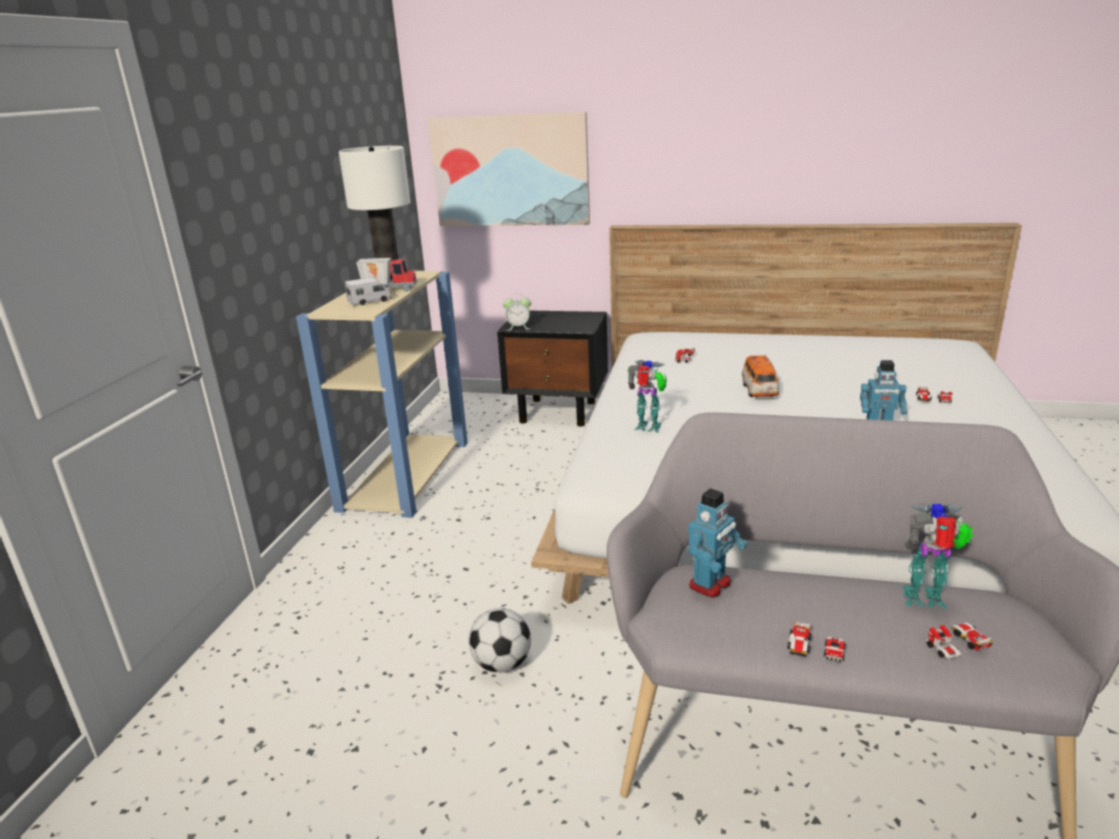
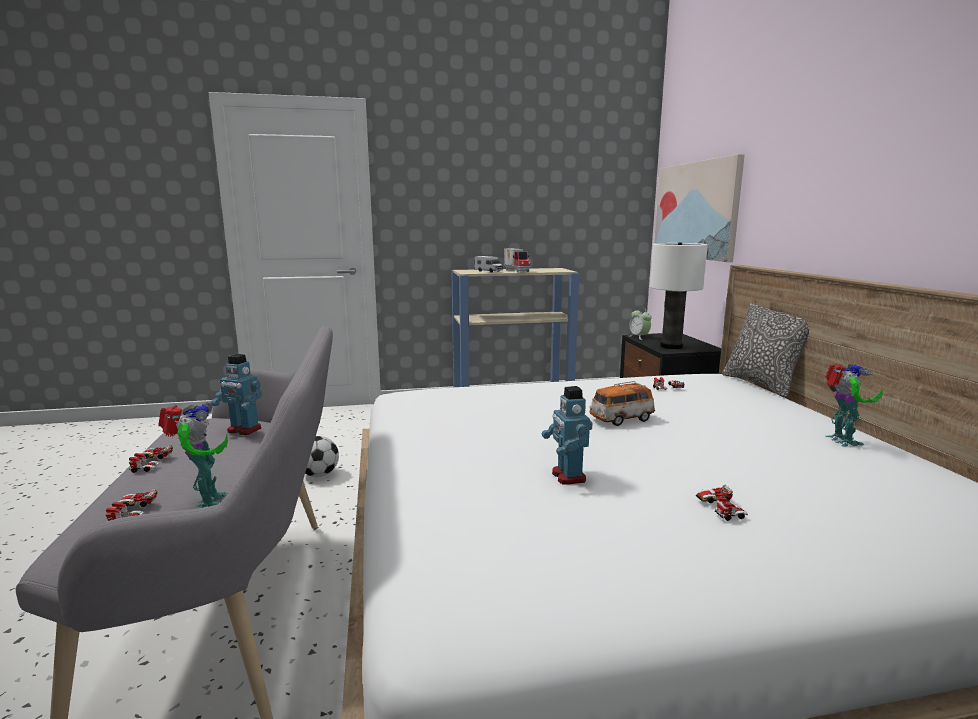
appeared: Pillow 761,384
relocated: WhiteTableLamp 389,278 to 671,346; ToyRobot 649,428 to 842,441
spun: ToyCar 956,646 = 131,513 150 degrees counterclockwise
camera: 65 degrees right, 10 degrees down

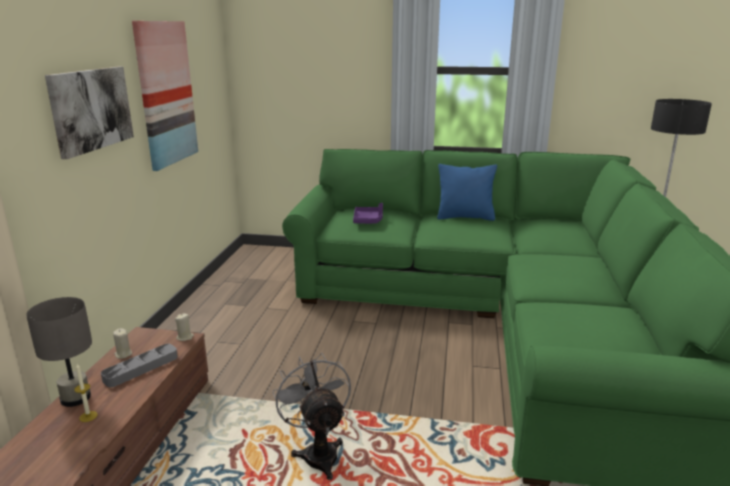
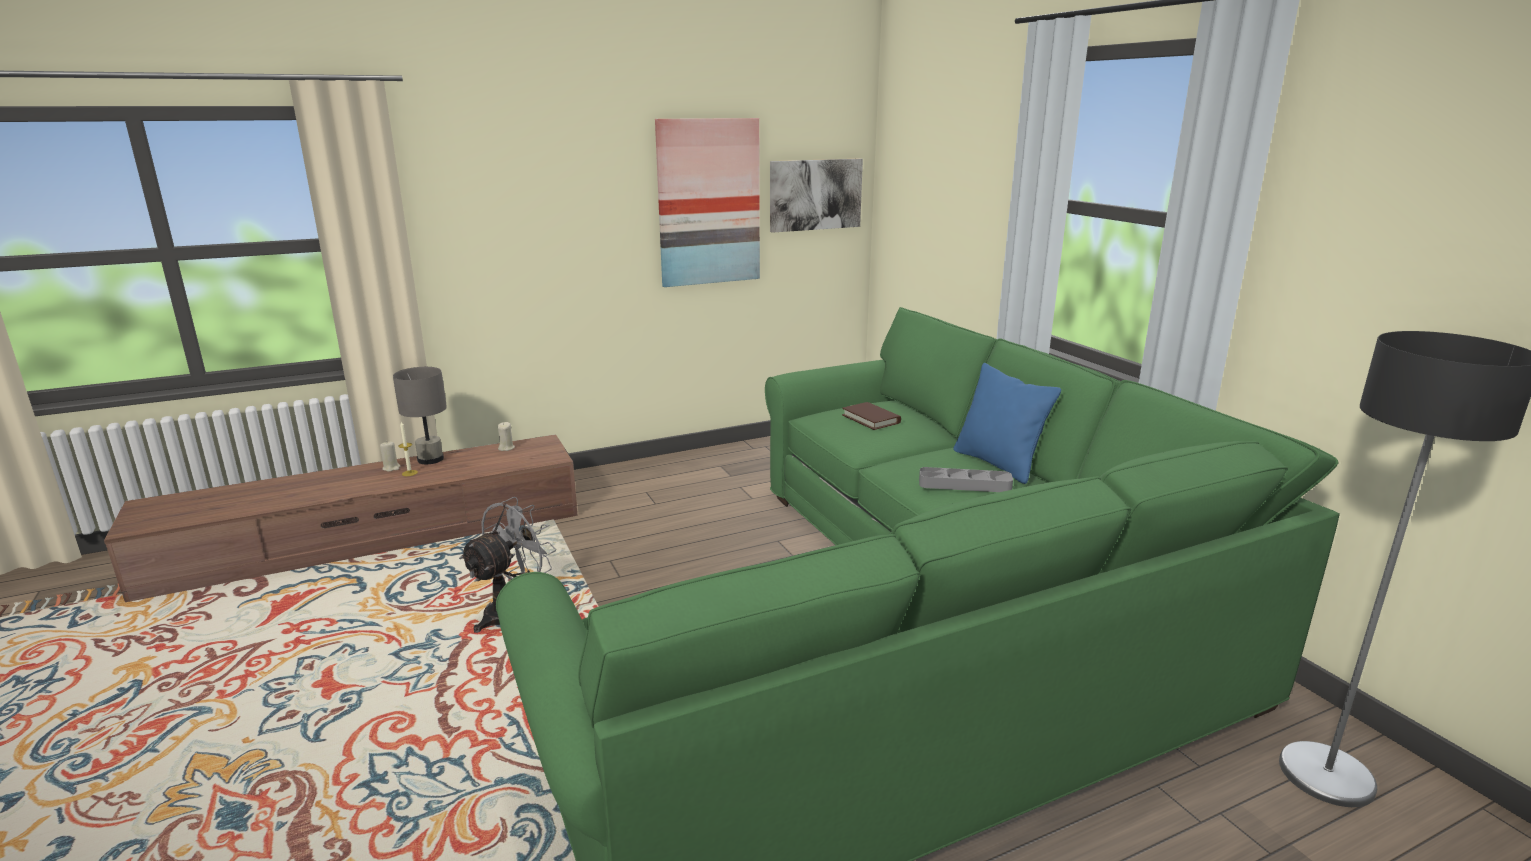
relocated: Picture 91,109 to 815,194; BeigeCandle 185,337 to 391,468; GreyTray 141,368 to 964,485
exchanged: PurpleTray 368,220 to BrownBook 871,419
camera: 55 degrees right, 0 degrees up

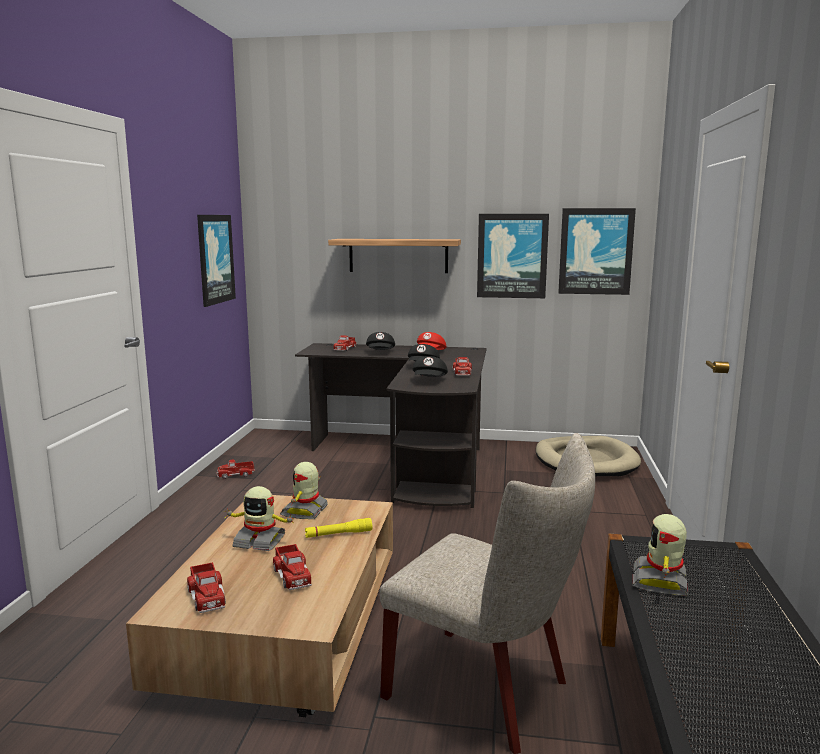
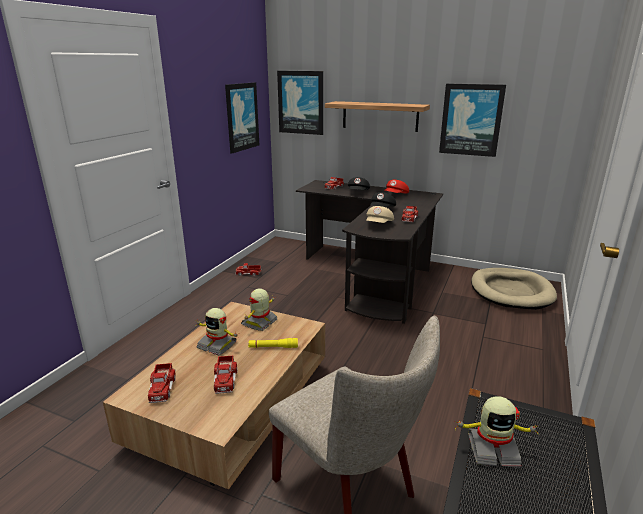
relocated: Picture 595,251 to 301,102
colour: BlackCap 430,380 to BeigeCap 379,224
spun: ToyRobot 661,581 = 492,449 120 degrees counterclockwise
camera: 15 degrees right, 10 degrees up

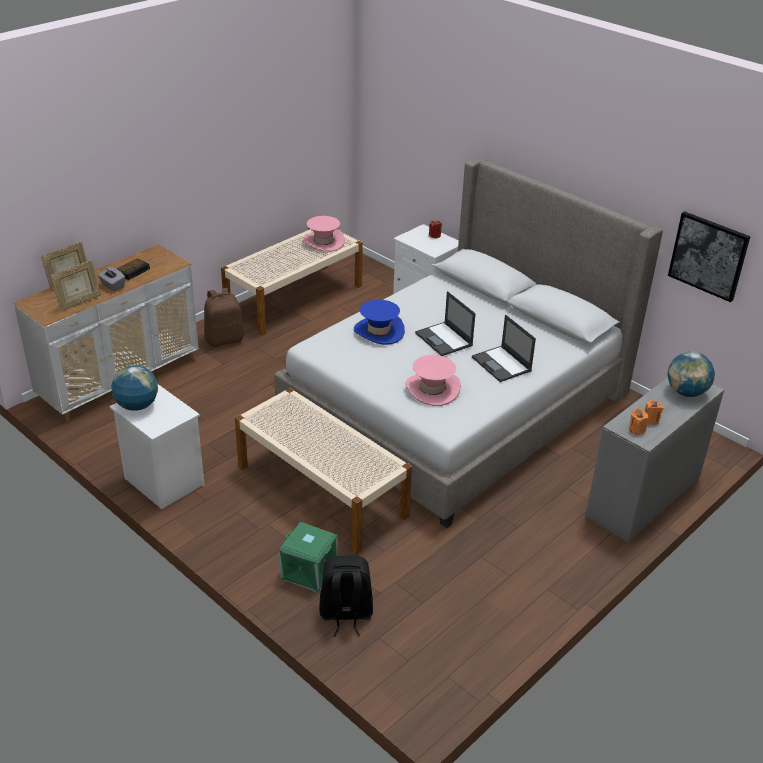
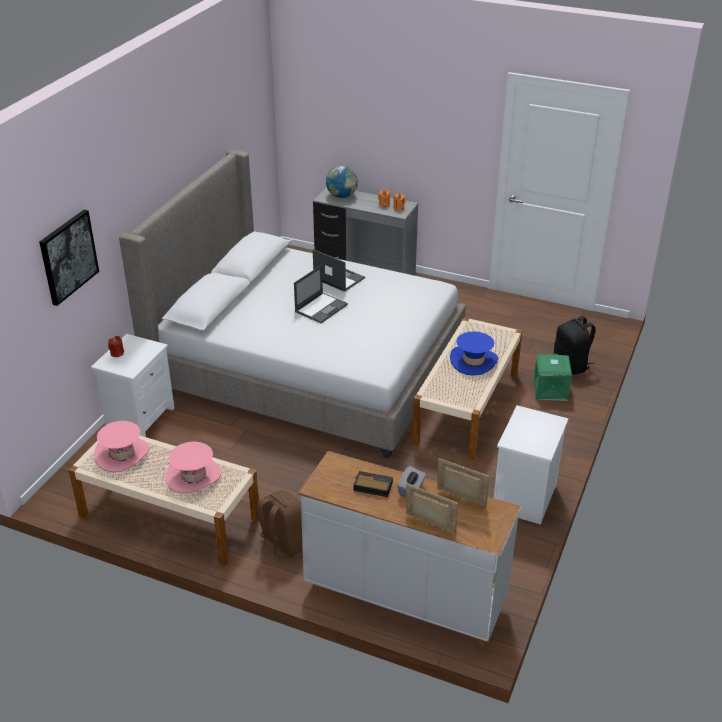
missing: Globe 137,406
relocated: Picture 708,255 to 68,256; BlueHat 379,331 to 473,361; PinkHat 432,389 to 193,476
spun: Laptop 502,364 = 338,278 90 degrees counterclockwise
camera: 110 degrees left, 0 degrees up

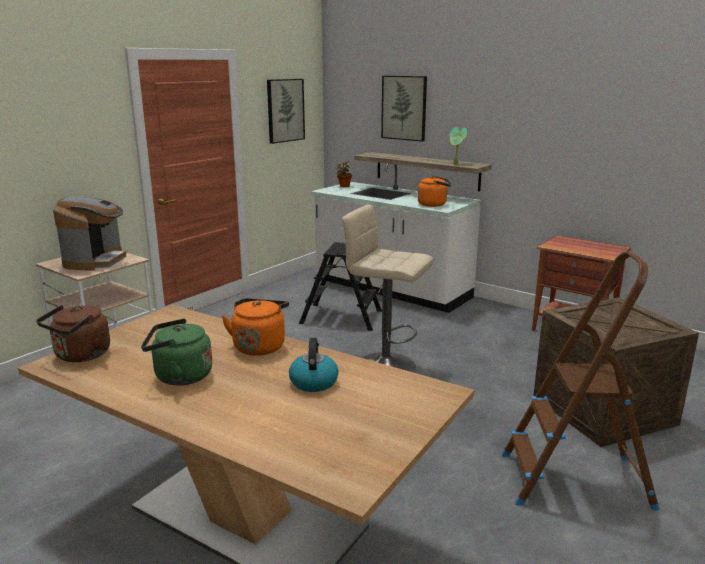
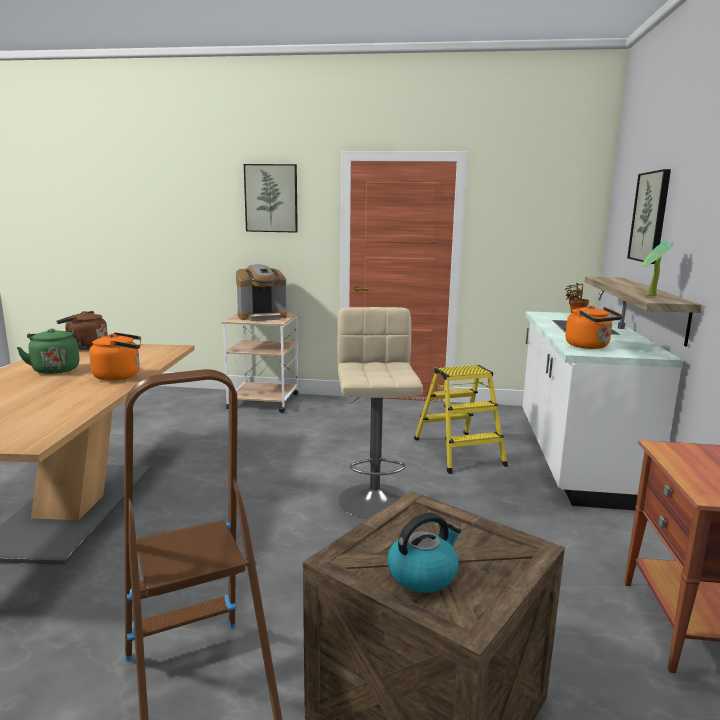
relocated: Picture 285,110 to 271,198; Kettle 313,382 to 423,574
colour: BlackStepLadder 341,317 to YellowStepLadder 458,451
camera: 60 degrees right, 5 degrees down

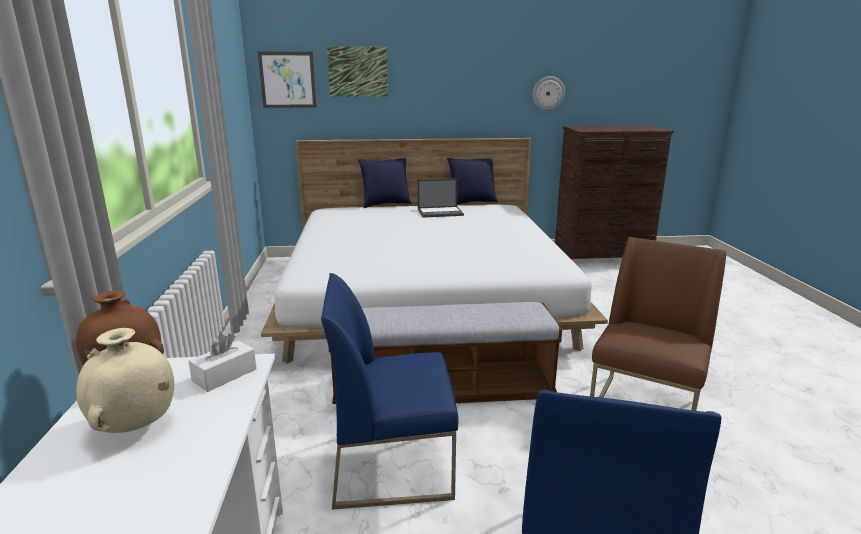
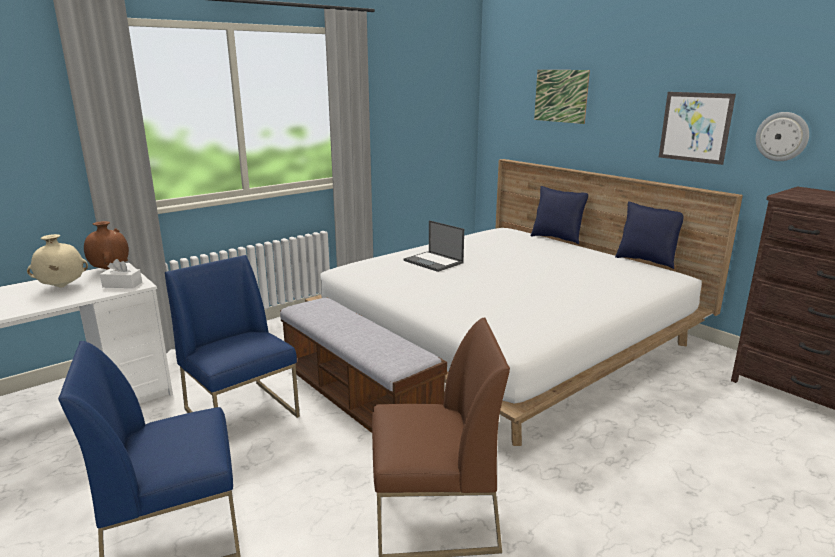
relocated: Picture 287,80 to 695,127; Laptop 440,212 to 434,262
camera: 55 degrees right, 0 degrees up

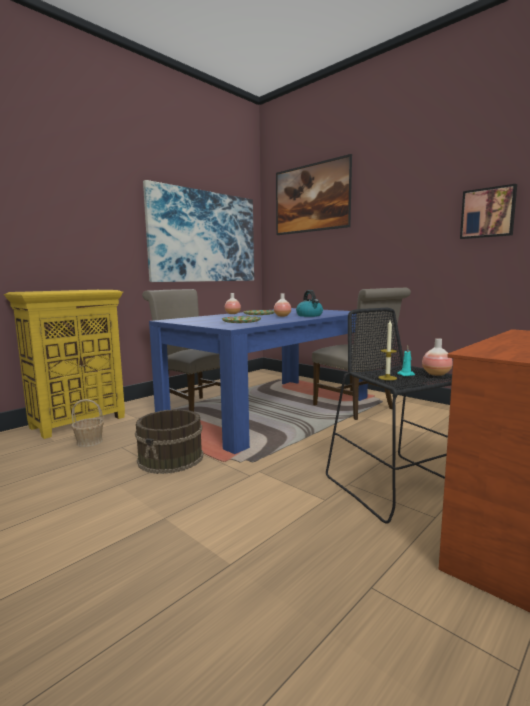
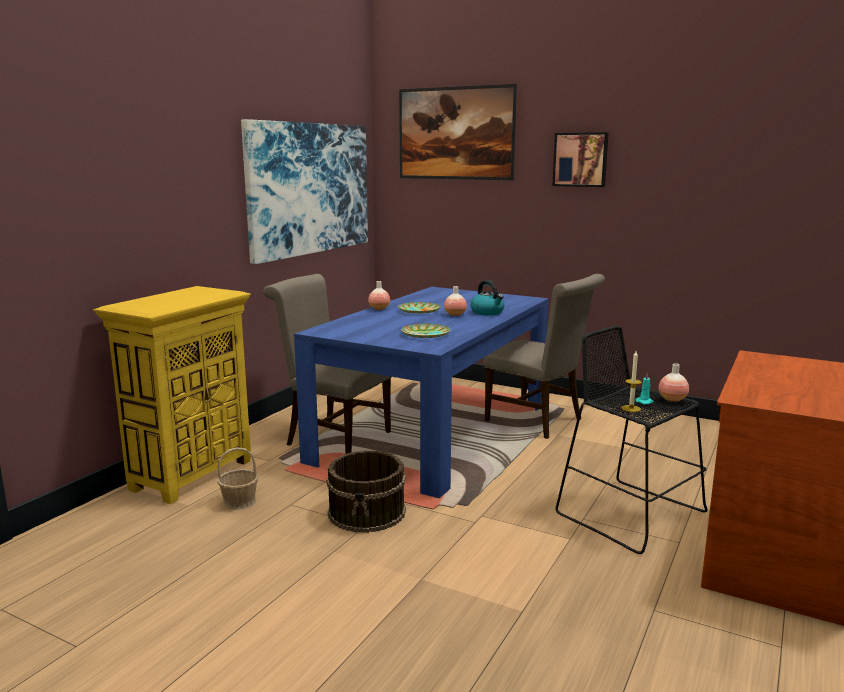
relocated: Picture 488,213 to 580,159
camera: 15 degrees left, 5 degrees up

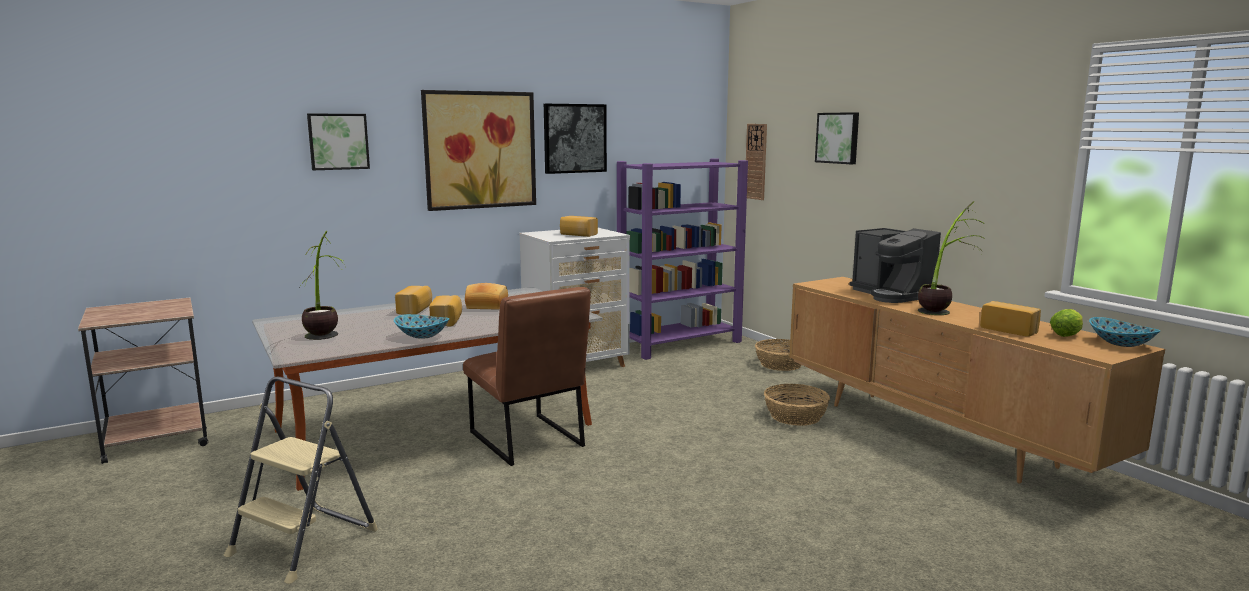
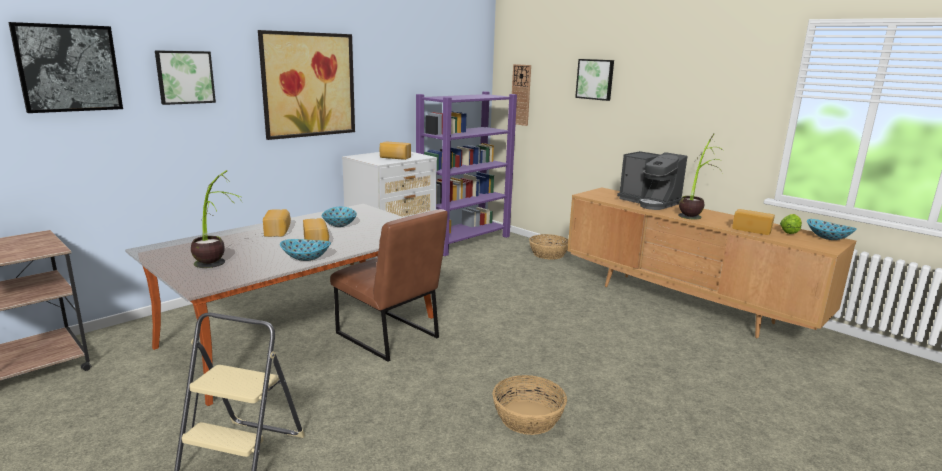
relocated: Picture 574,138 to 68,68; Basket 795,416 to 528,418
exchanged: Bread 487,306 to Bowl 340,225
camera: 15 degrees left, 5 degrees up

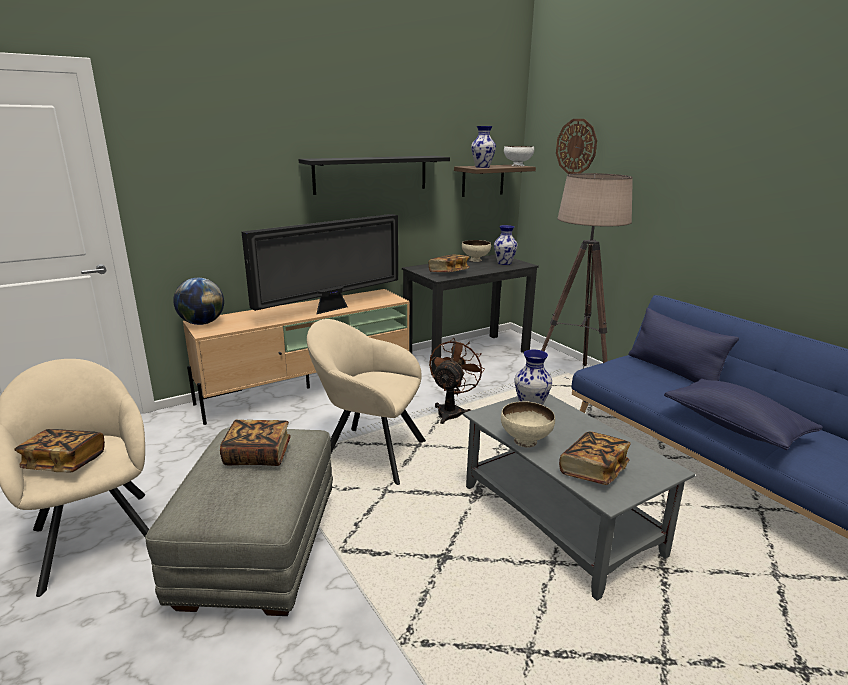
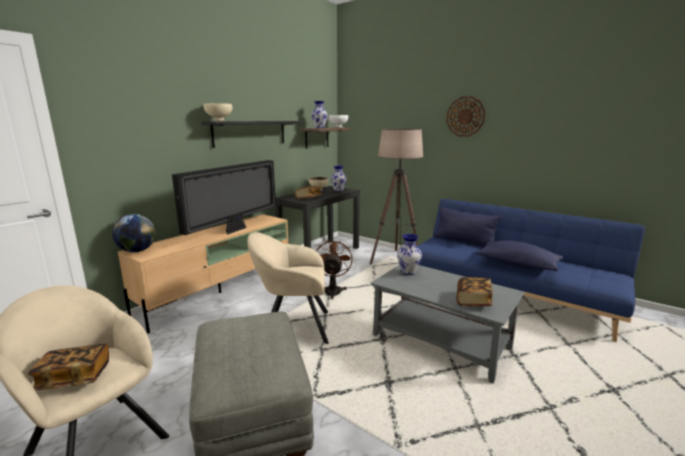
missing: Book 258,455
relocated: WallClock 576,147 to 465,116; BeigeBowl 525,441 to 219,121
camera: 20 degrees left, 5 degrees down

